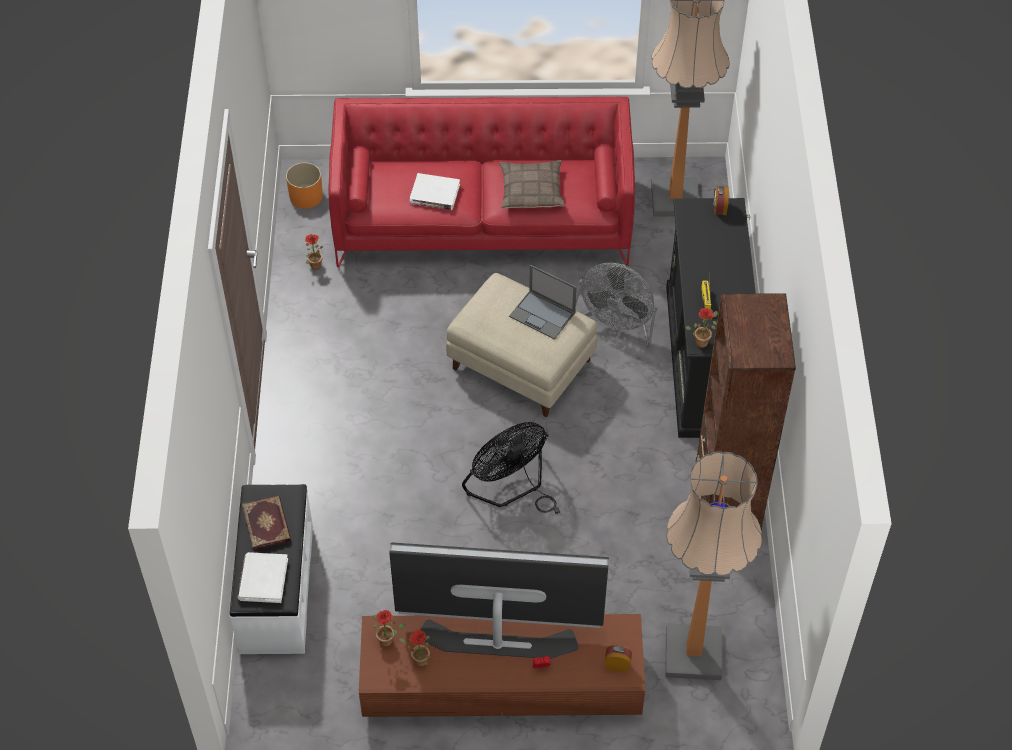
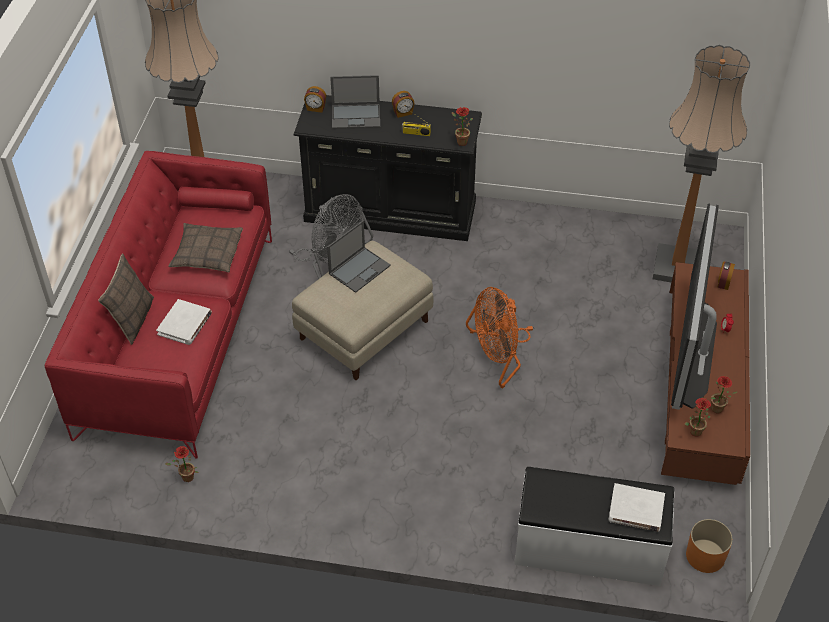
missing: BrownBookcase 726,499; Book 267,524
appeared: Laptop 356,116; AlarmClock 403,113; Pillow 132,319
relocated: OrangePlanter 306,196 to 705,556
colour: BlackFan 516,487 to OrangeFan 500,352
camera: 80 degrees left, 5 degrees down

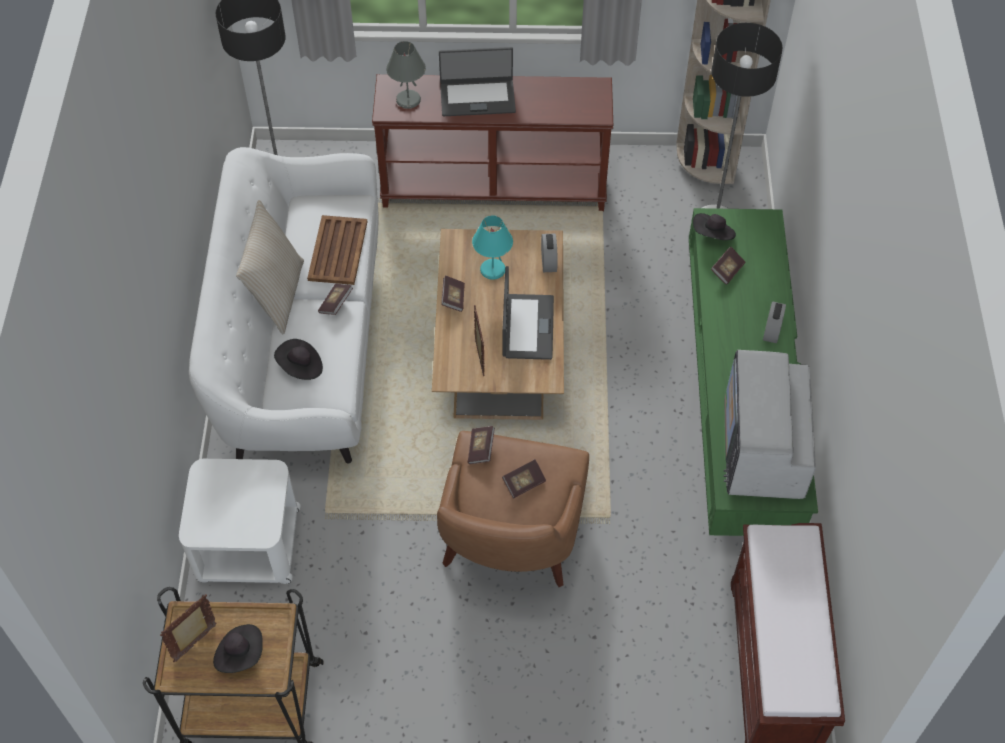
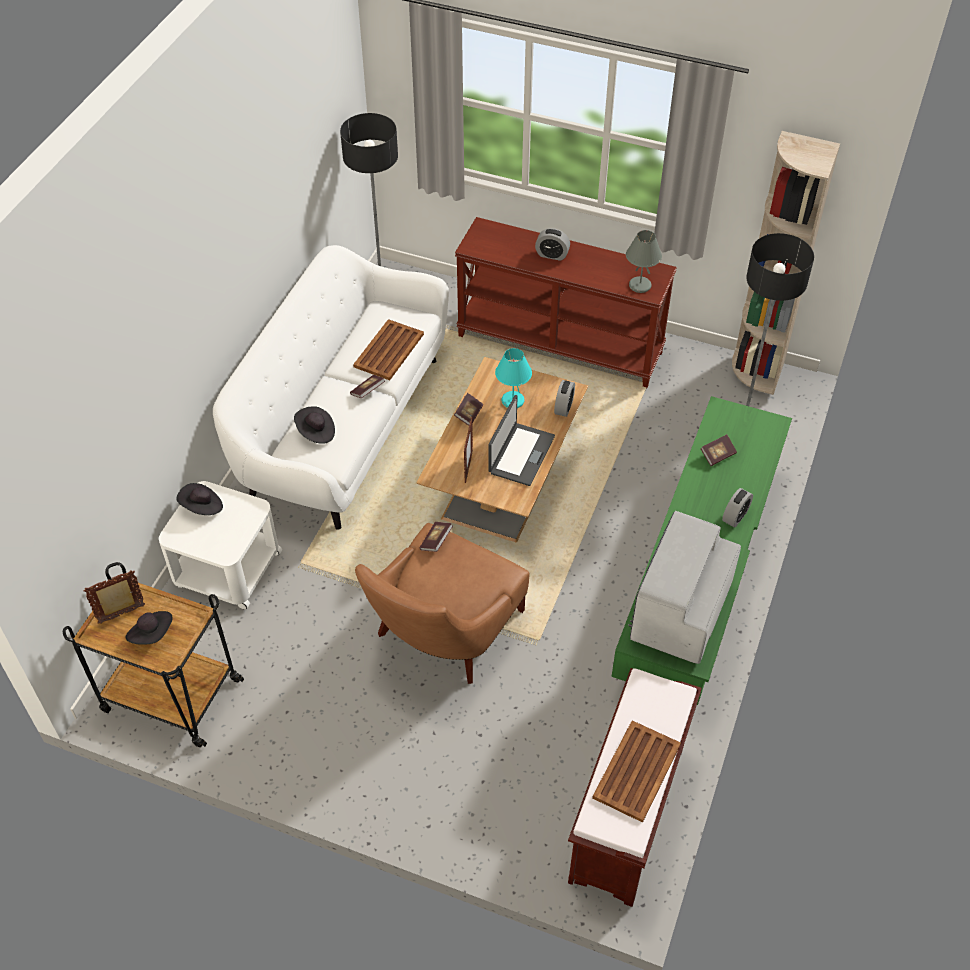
missing: BeigePillow 277,295; Book 524,483
appeared: BrownTray 637,770
relocated: GreyTableLamp 408,100 to 639,286; BlackHat 713,235 to 202,507
exchanged: Laptop 477,97 to AlarmClock 552,255
camera: 20 degrees right, 5 degrees down

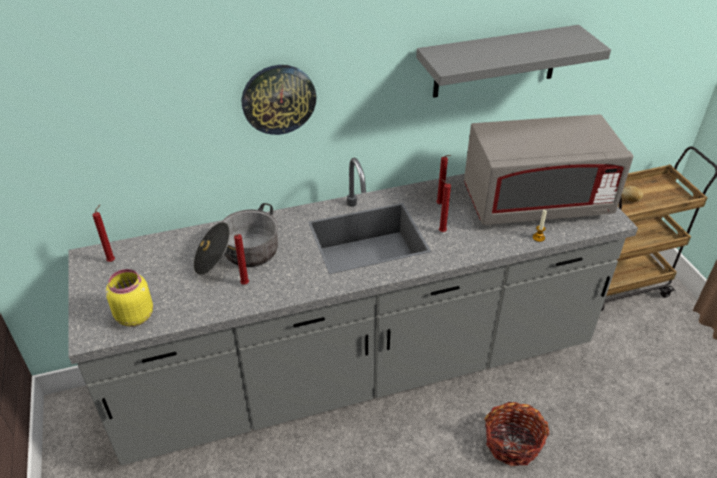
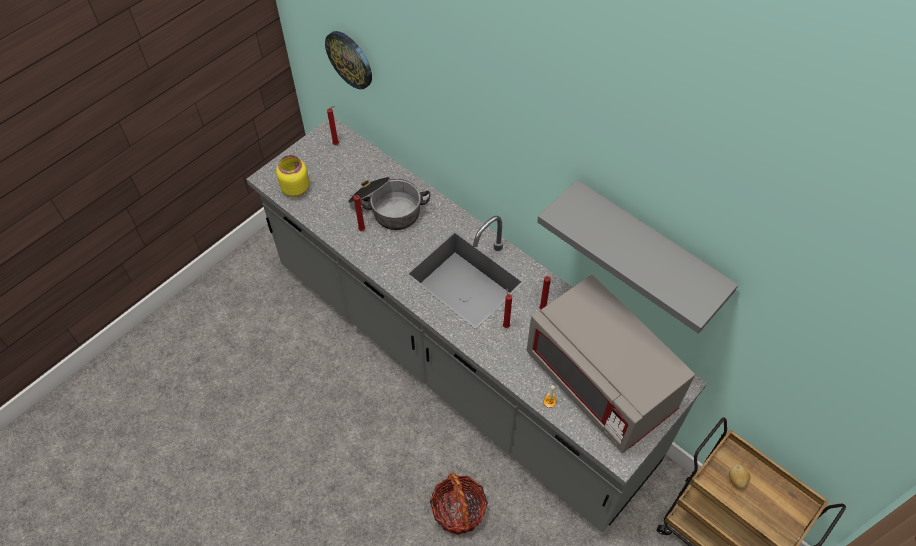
relocated: WallClock 278,99 to 350,59
camera: 60 degrees right, 15 degrees up

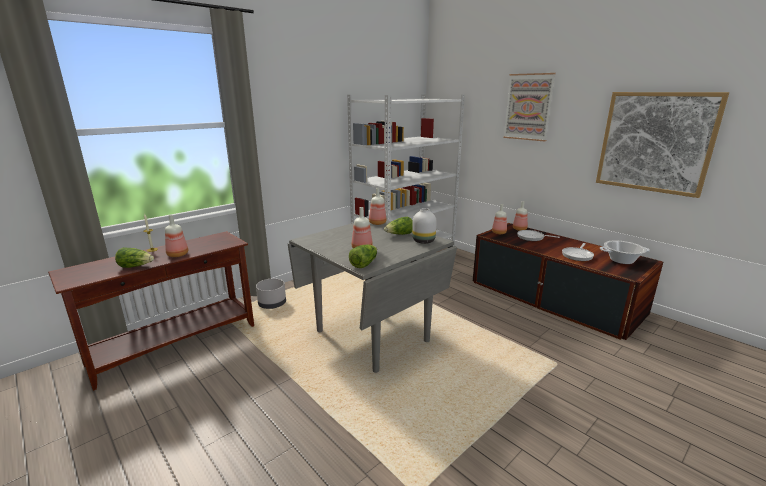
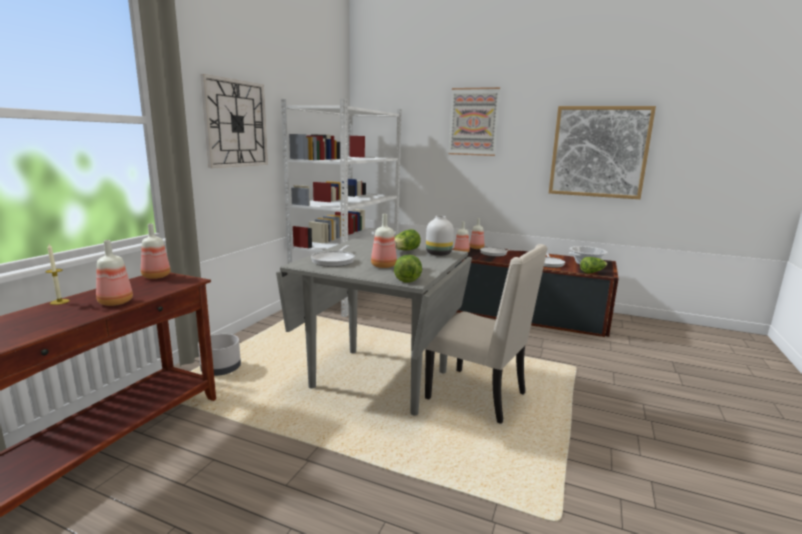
appeared: WallClock 236,124; BeigeChair 479,396; FryingPan 334,261
relocated: Bottle 377,223 to 155,276; Lettuce 136,266 to 592,272
camera: 25 degrees left, 5 degrees down

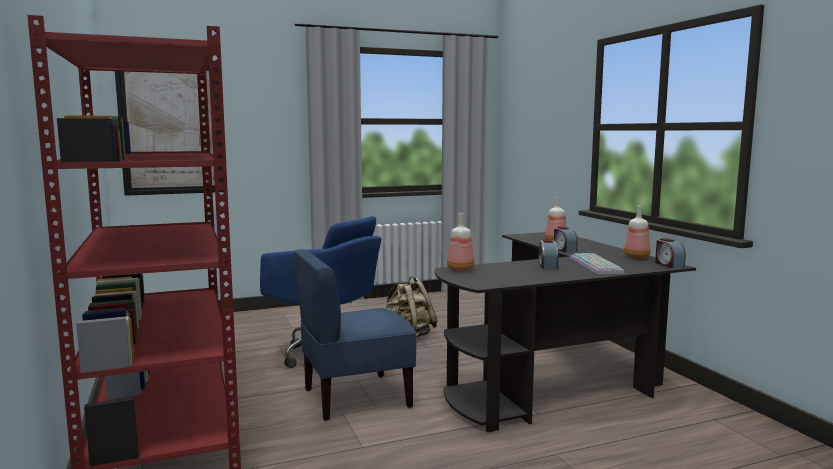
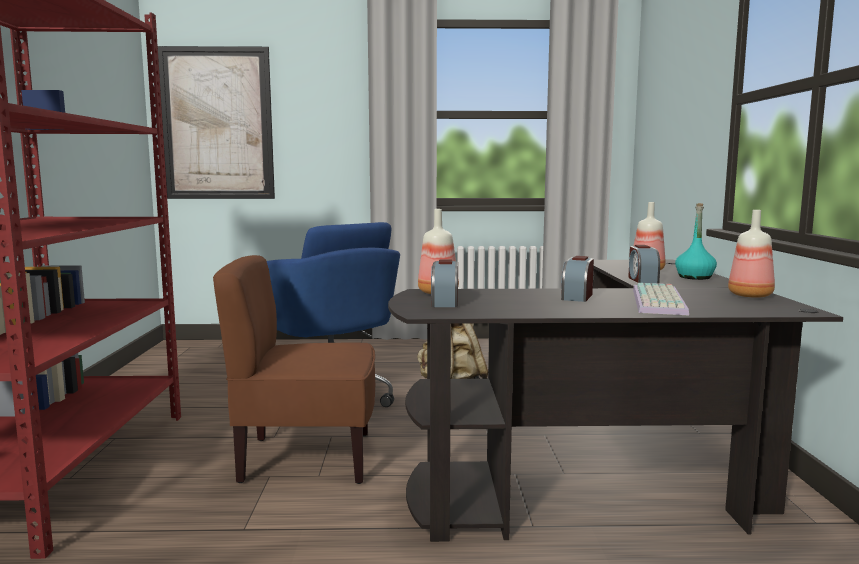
appeared: TurquoiseBottle 694,277
relocated: AlarmClock 668,264 to 444,302
colour: BlueChair 356,397 to BrownChair 306,458
camera: 20 degrees right, 0 degrees up

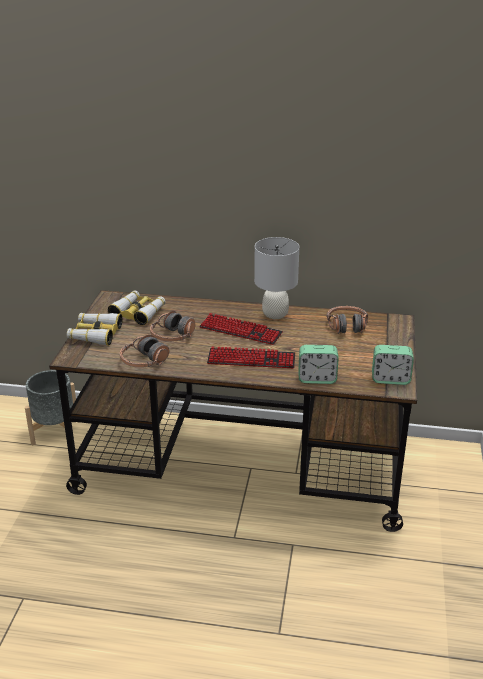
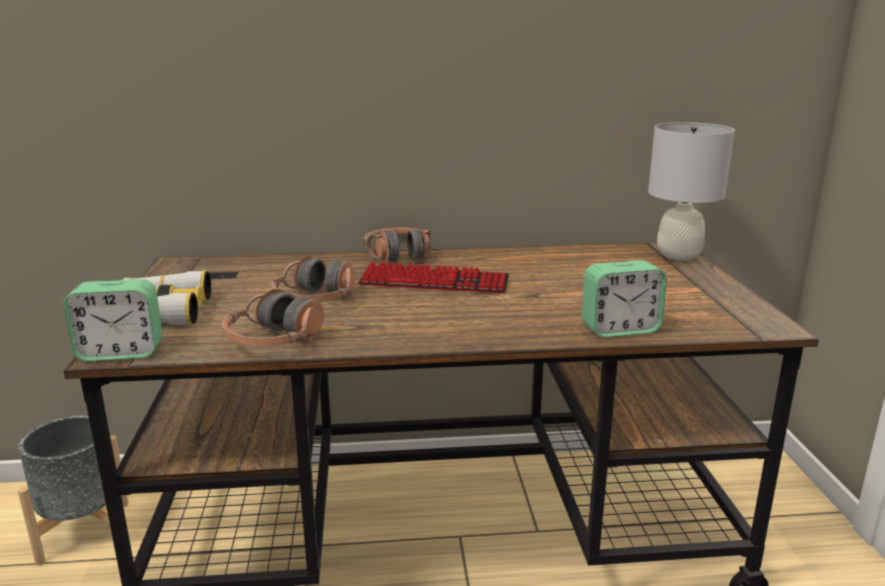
missing: Binoculars 138,312; Keyboard 251,360
relocated: GreyTableLamp 274,315 to 676,256; Headphones 347,326 to 398,255; AlarmClock 390,379 to 120,352
camera: 15 degrees left, 10 degrees down

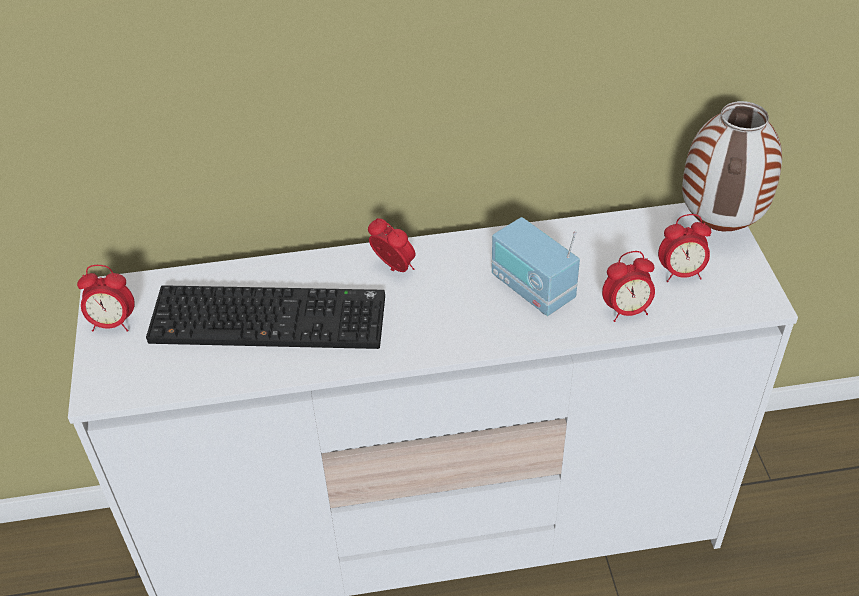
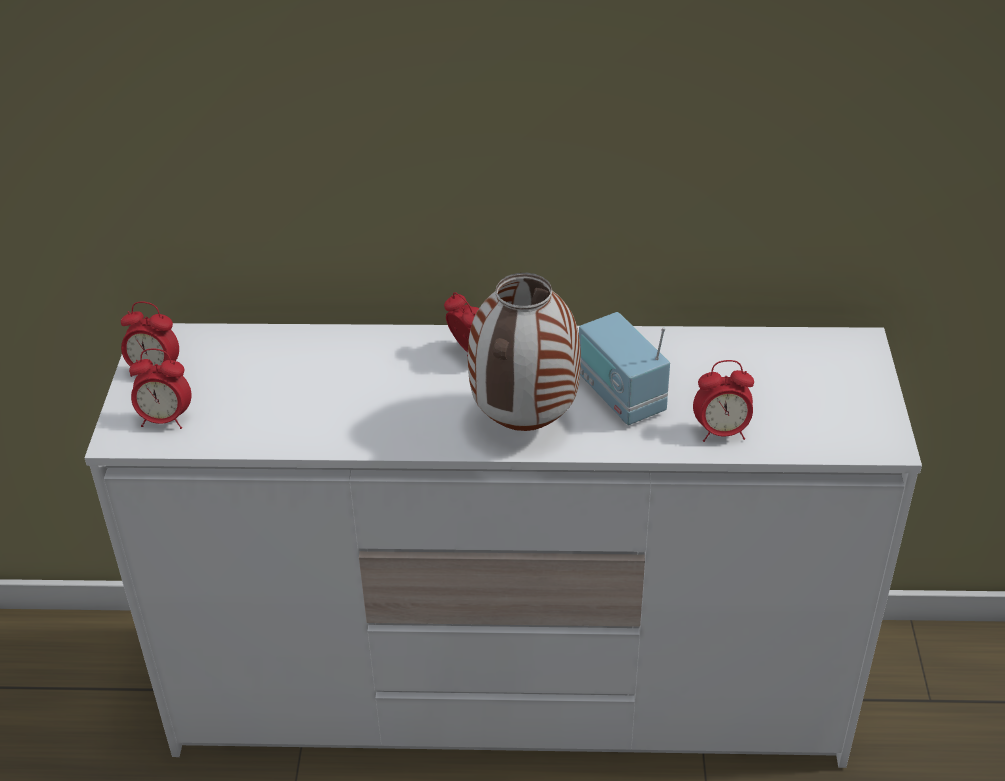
missing: Keyboard 271,317
relocated: Vase 720,227 to 525,425; AlarmClock 681,273 to 165,419
camera: 10 degrees right, 5 degrees down

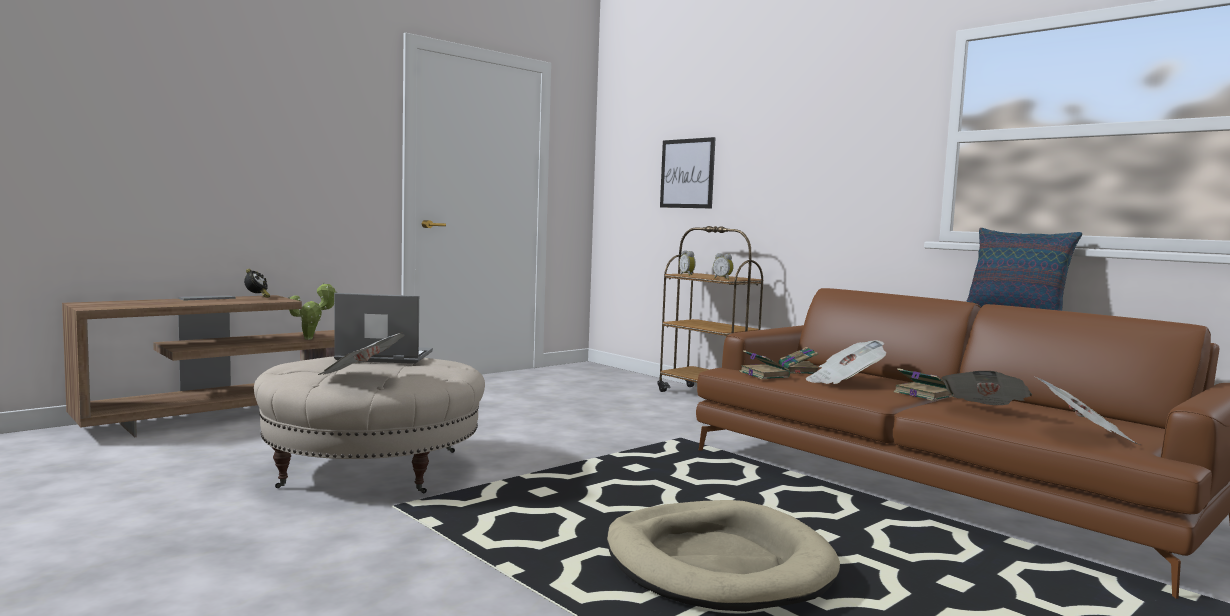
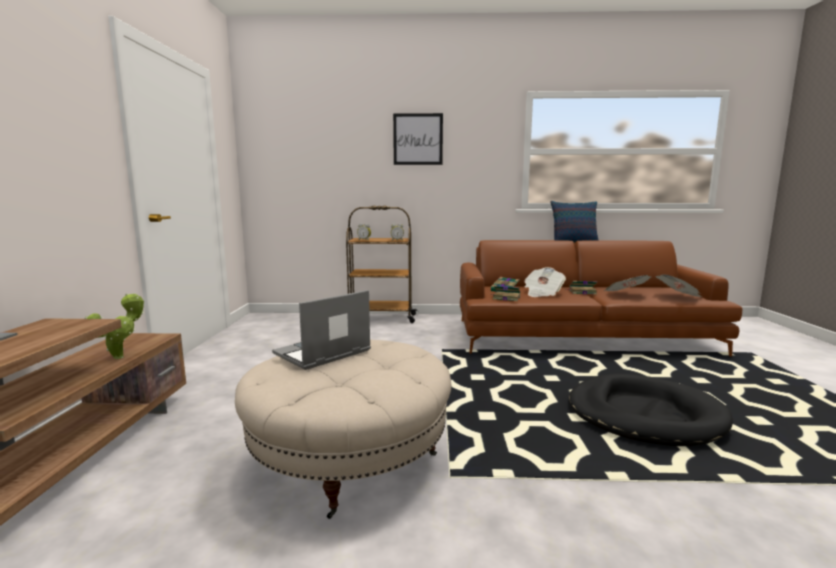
missing: AlarmClock 257,297; Newspaper 361,377
relocated: Picture 687,173 to 418,139
colour: BeigeDogBed 717,563 to BlackDogBed 644,415
camera: 45 degrees left, 5 degrees up

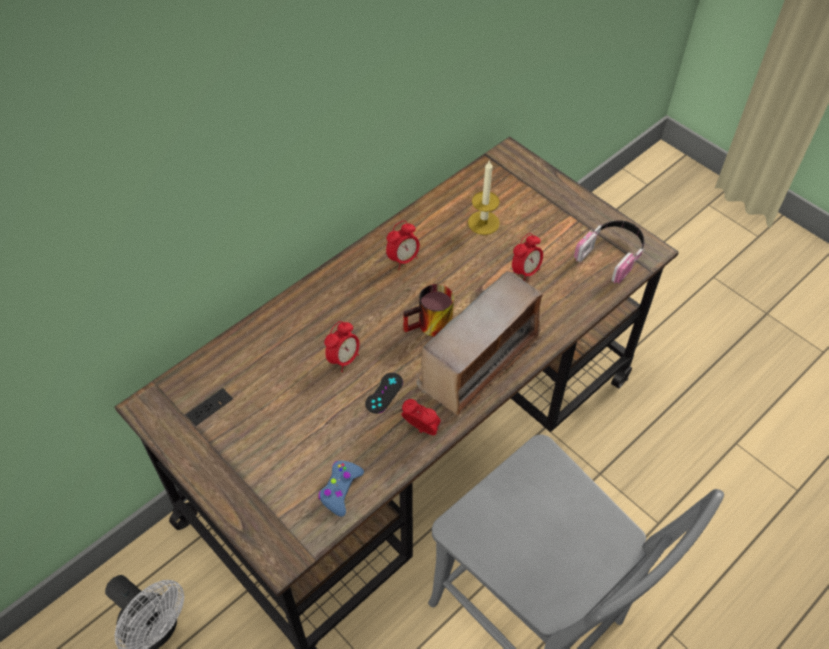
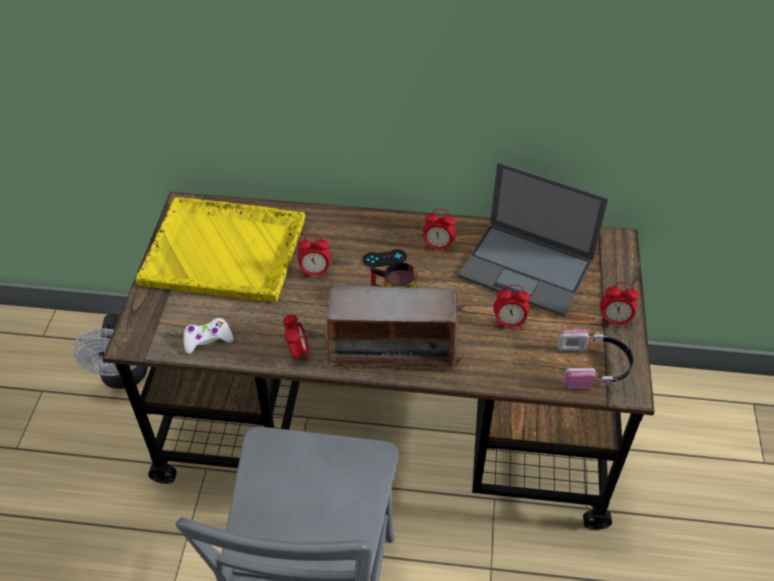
appeared: YellowTray 225,252; AlarmClock 614,320
relocated: BlackGameController 384,393 to 384,258
exchanged: Candle 483,223 to Laptop 527,269
colour: BlueGameController 340,490 to WhiteGameController 207,339
camera: 50 degrees right, 5 degrees down

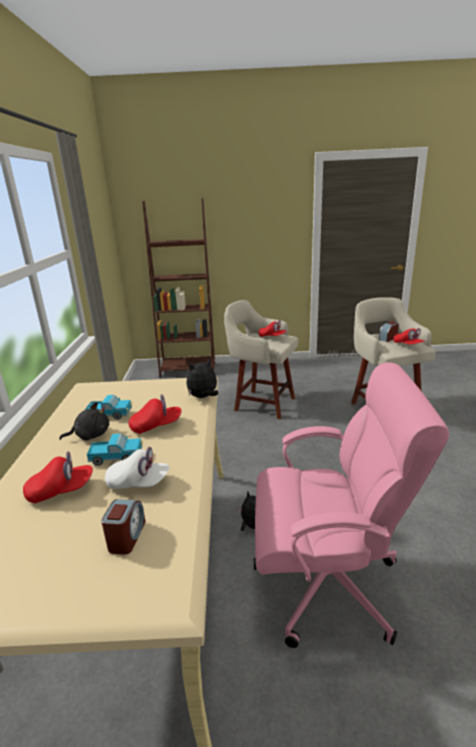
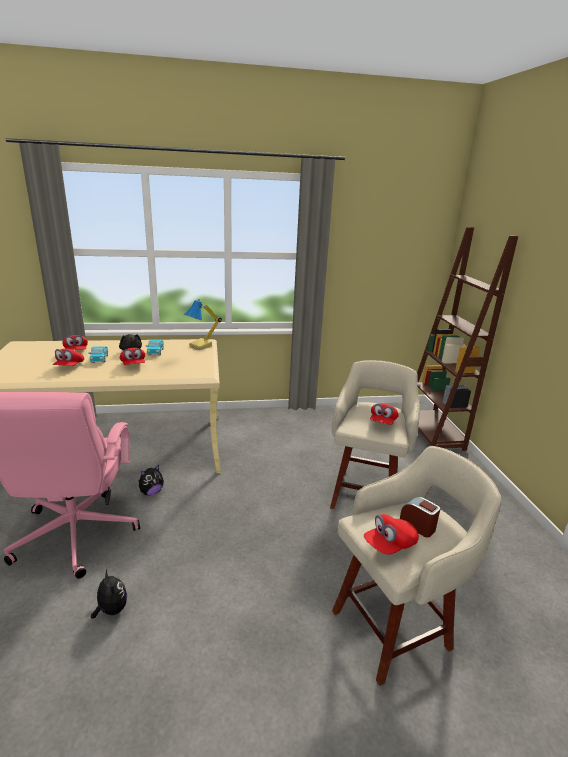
missing: AlarmClock 127,536
appeared: TableLamp 201,346
relocated: PlushToy 203,397 to 111,609
colour: WhiteCap 138,483 to RedCap 69,366
camera: 80 degrees right, 0 degrees up

